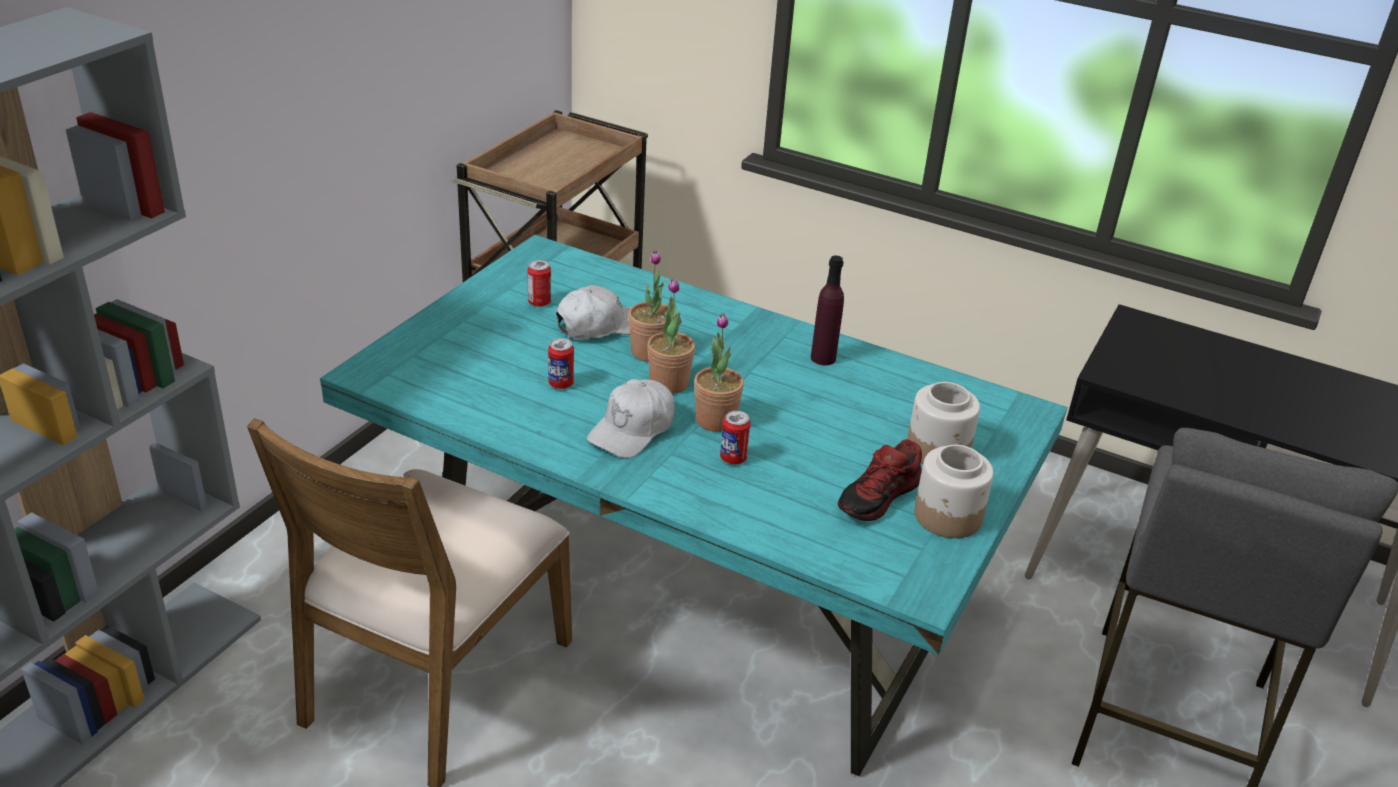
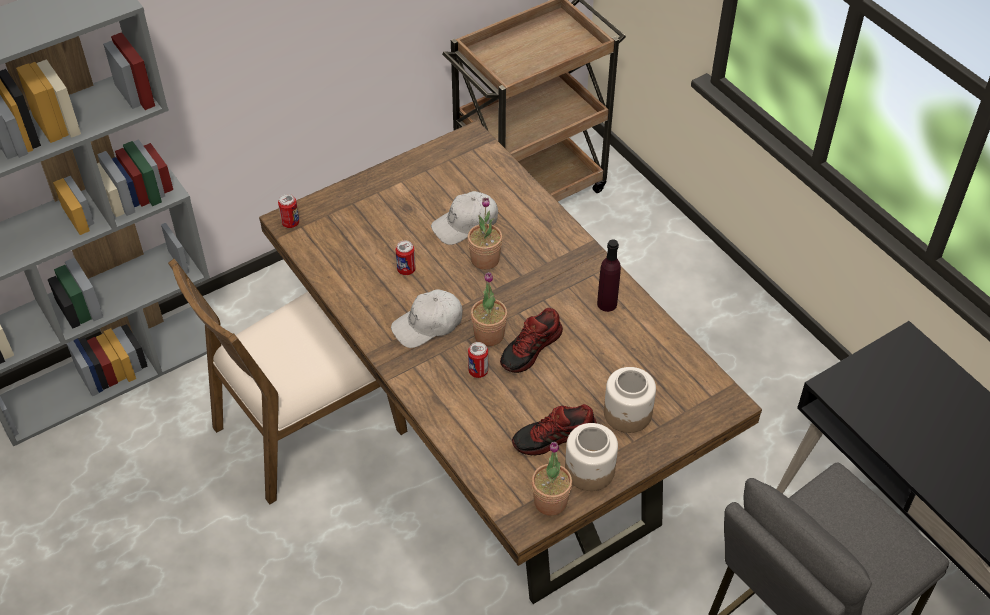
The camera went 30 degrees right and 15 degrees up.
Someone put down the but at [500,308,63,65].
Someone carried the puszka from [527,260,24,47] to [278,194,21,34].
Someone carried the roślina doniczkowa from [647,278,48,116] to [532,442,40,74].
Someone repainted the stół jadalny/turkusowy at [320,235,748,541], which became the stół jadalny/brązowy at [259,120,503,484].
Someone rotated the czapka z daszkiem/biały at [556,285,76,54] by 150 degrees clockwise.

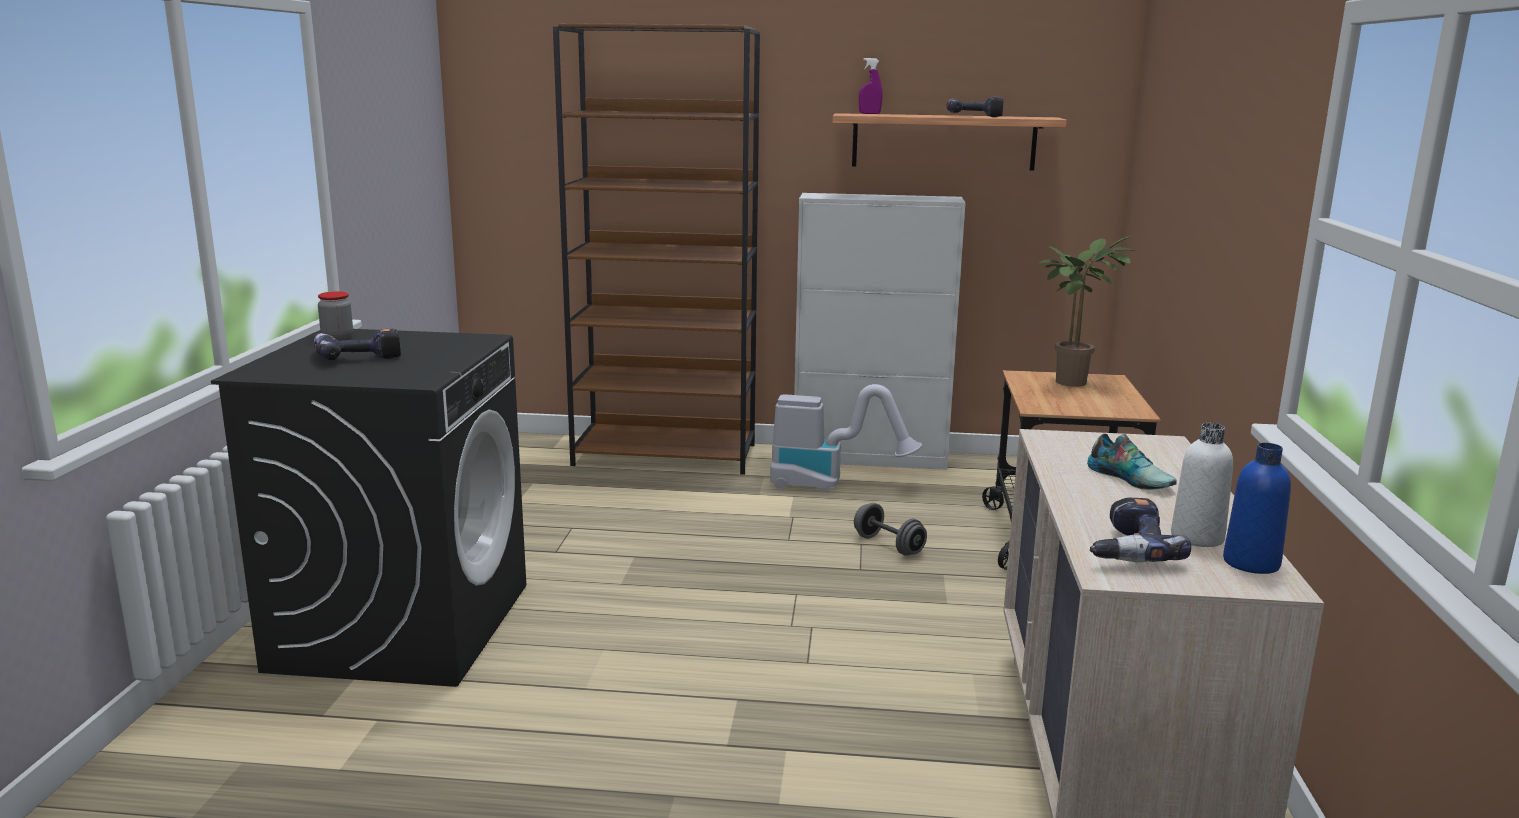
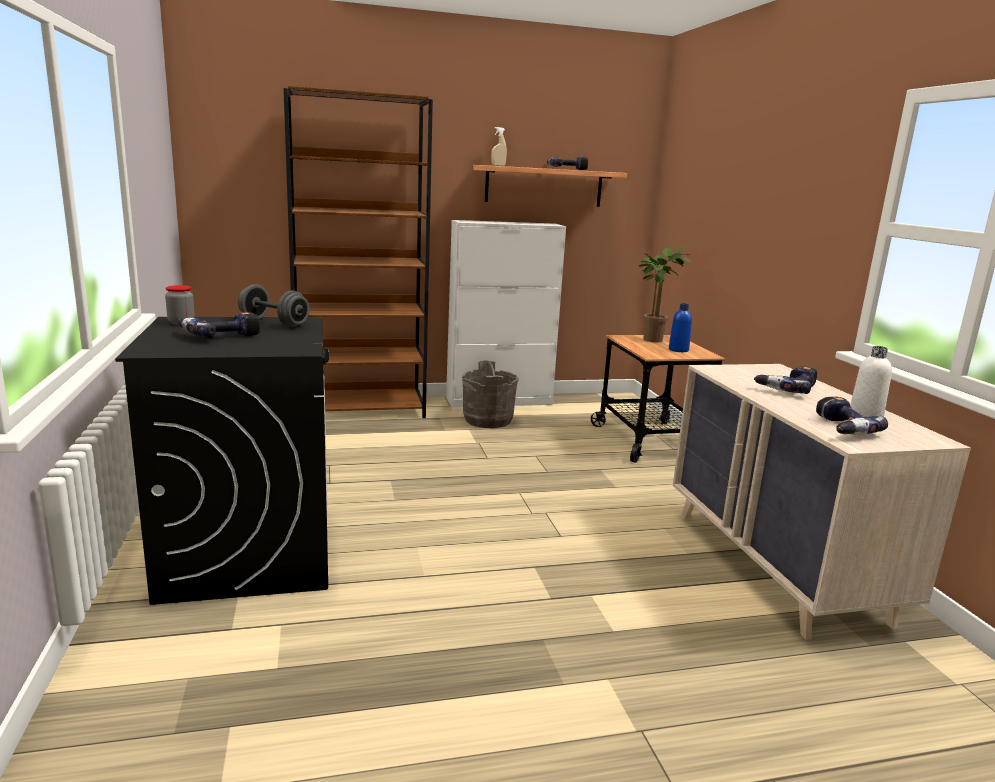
The camera went 20 degrees left and 0 degrees up.
Someone carried the hantel/szary from [854,503,73,53] to [238,284,71,43].
Someone carried the butelka/niebieski from [1223,443,68,131] to [669,303,23,49].
Someone swapped the odkurzacz at [770,384,152,108] for the wiadro/szary at [462,360,57,68].
Someone swapped the but at [1087,434,90,56] for the wiertarka at [754,366,63,28].
Someone repainted the spryskiwacz/fioletowy at [859,58,23,56], which became the spryskiwacz/beżowy at [491,127,16,39].

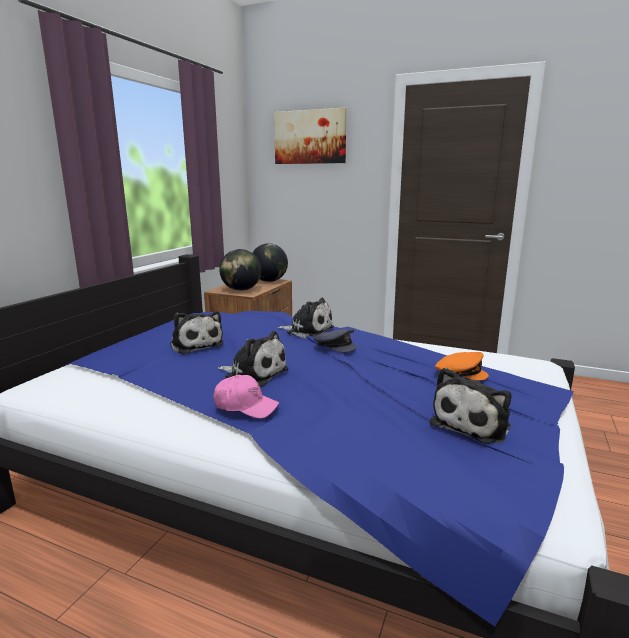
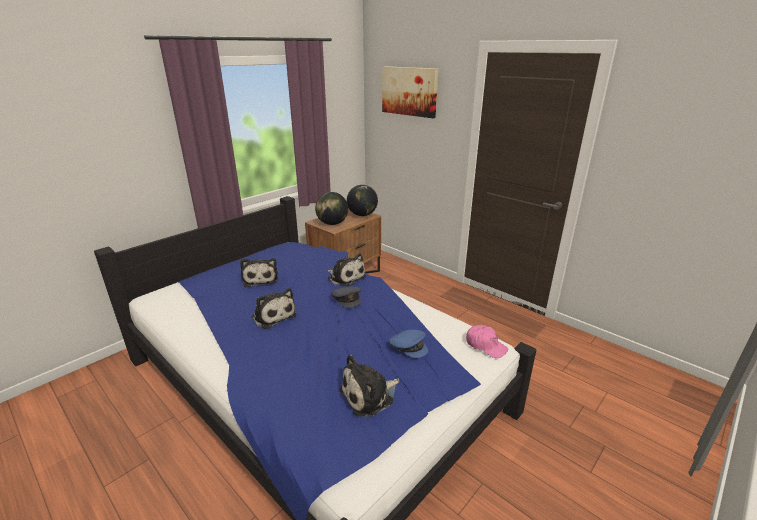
The camera went 20 degrees right and 10 degrees up.
Someone carried the czapka z daszkiem/różowy from [213,375,66,44] to [466,325,42,33].
Someone repainted the czapka z daszkiem/pomarańczowy at [435,352,54,29], which became the czapka z daszkiem/niebieski at [389,329,39,29].

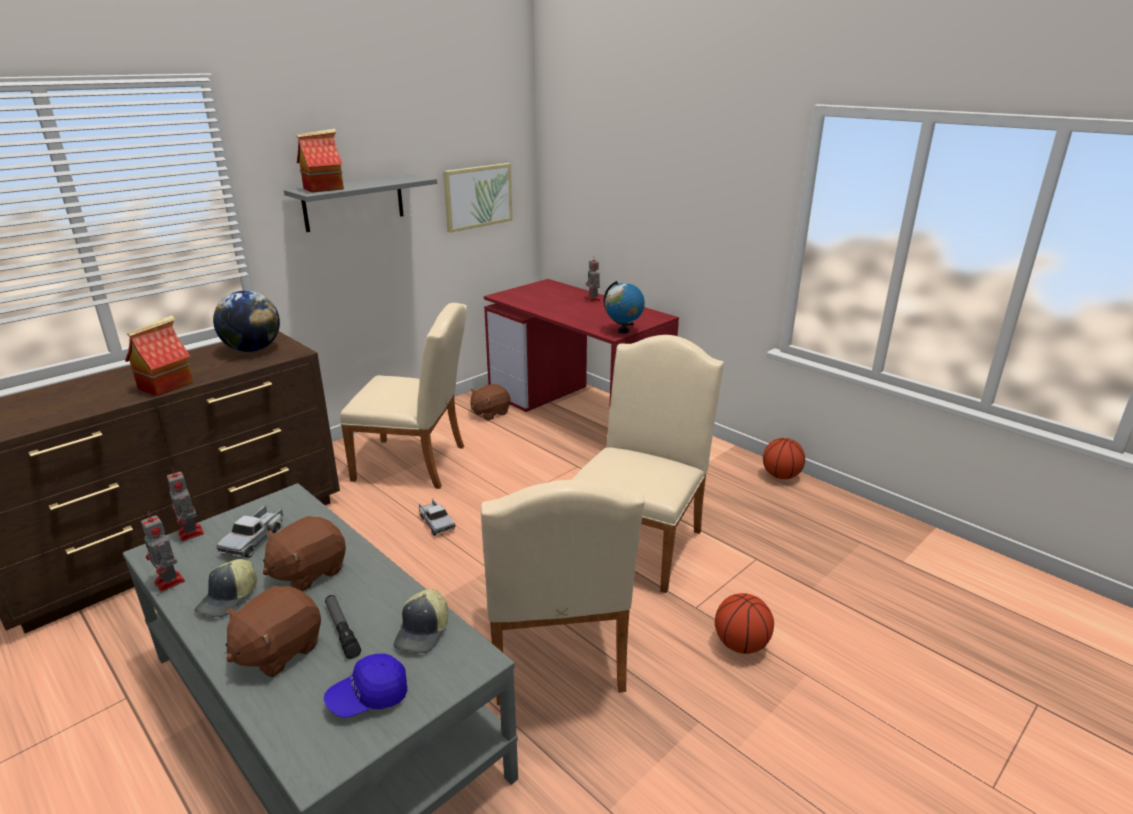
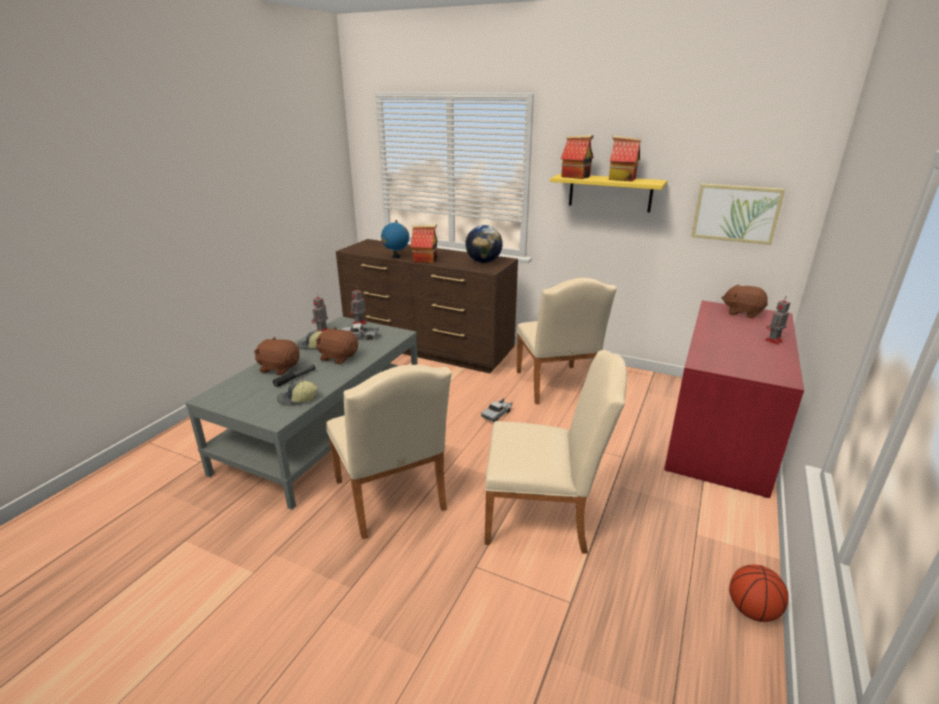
The camera went 70 degrees right and 0 degrees up.
Someone took away the czapka z daszkiem/niebieski at [324,654,84,64].
Someone took away the piłka do koszykówki at [715,593,59,61].
Someone put down the domek at [609,135,33,46].
Someone carried the pluszak/brązowy from [470,384,40,36] to [721,284,47,34].
Someone carried the globus from [604,281,41,53] to [381,220,28,38].
Someone repainted the półka/szary at [284,174,153,58], which became the półka/żółty at [550,174,117,38].
Someone rotated the krzesło/beżowy at [481,480,164,225] by 90 degrees counterclockwise.

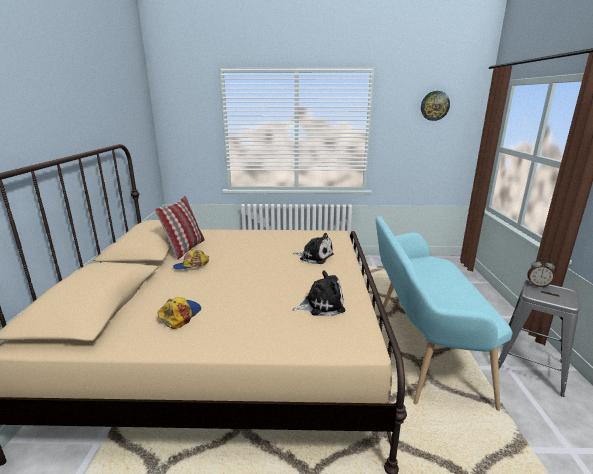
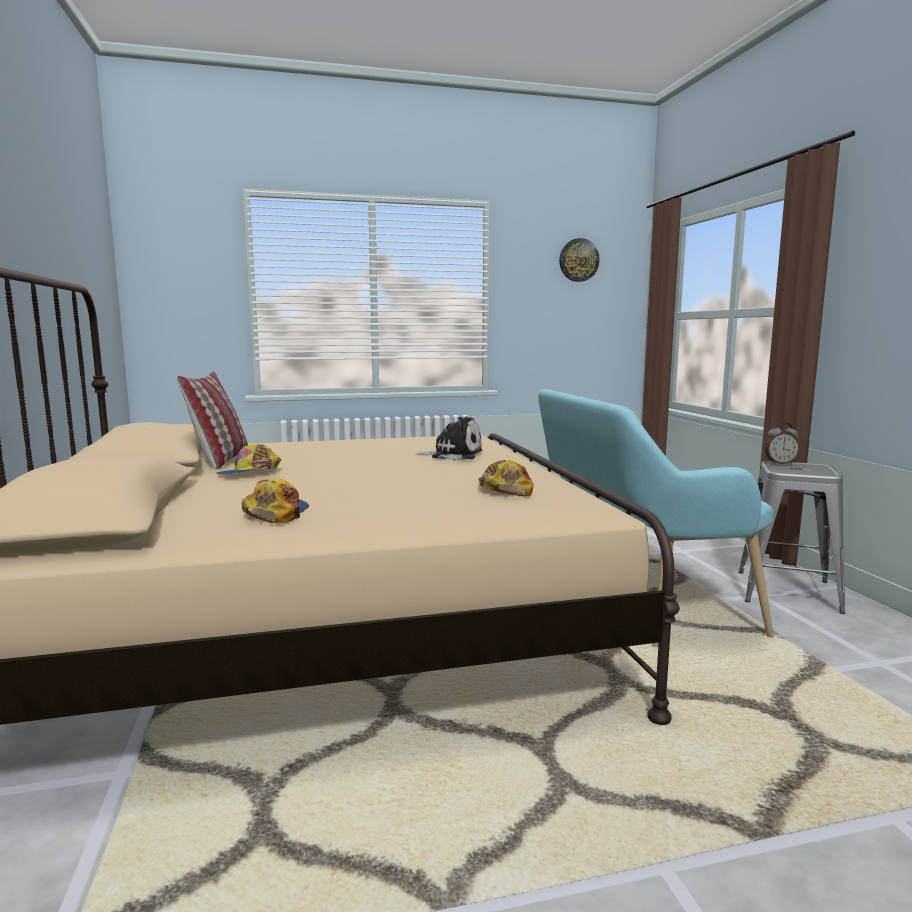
The camera went 15 degrees left and 10 degrees down.
Someone swapped the pluszak at [292,270,53,46] for the czapka z daszkiem at [478,459,56,37].

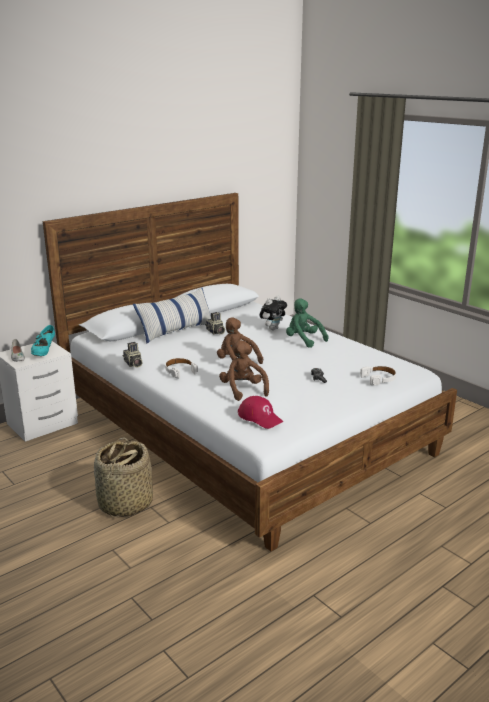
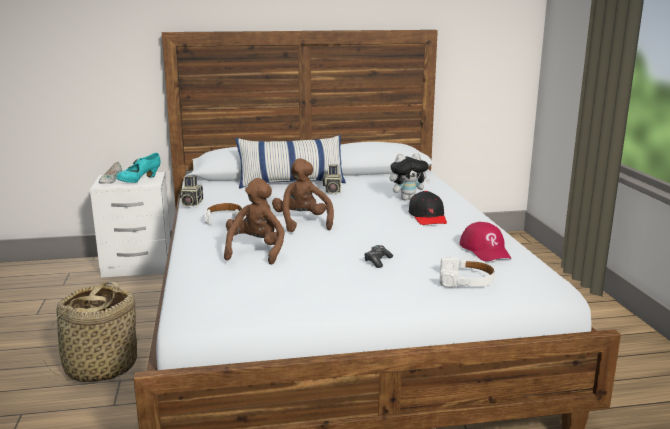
The camera went 30 degrees right and 5 degrees down.
Someone carried the czapka z daszkiem/czerwony from [238,396,45,33] to [459,222,52,39].
Someone swapped the pluszak/zielony at [286,298,42,50] for the czapka z daszkiem/czarny at [409,191,38,34].

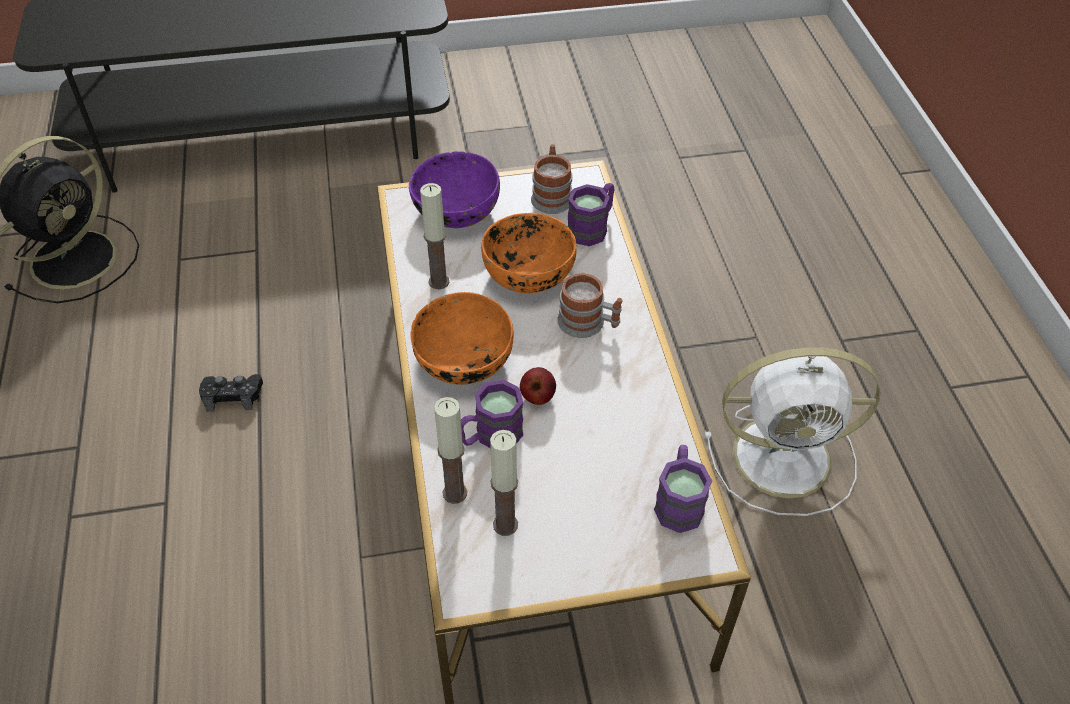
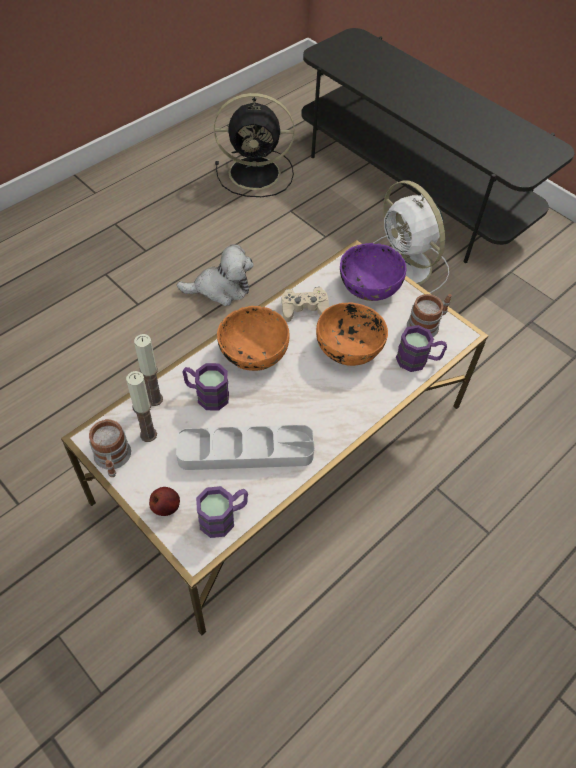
The camera went 55 degrees right and 5 degrees up.
Someone put down the taca/szary at [176,425,138,45].
Someone carried the jabłko from [520,367,36,38] to [149,487,31,29].
Someone carried the kubek from [557,273,66,65] to [89,419,42,58].
Someone carried the wentylator/biały from [704,347,177,169] to [373,180,76,113].
Someone swapped the pad do gier/czarny at [199,374,64,38] for the pluszak at [177,244,77,62].
Someone swapped the świeca at [420,183,29,106] for the pad do gier/beżowy at [281,287,48,35].

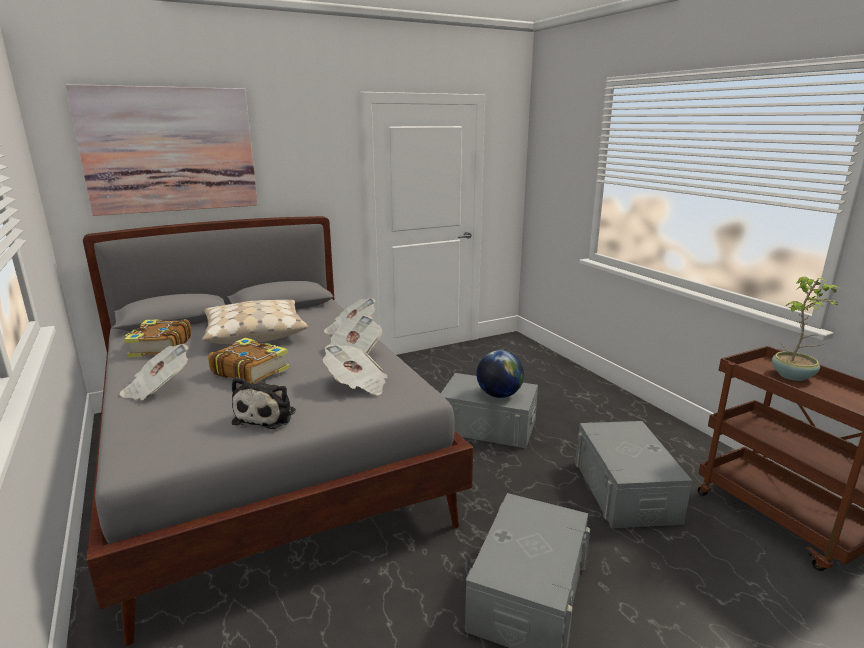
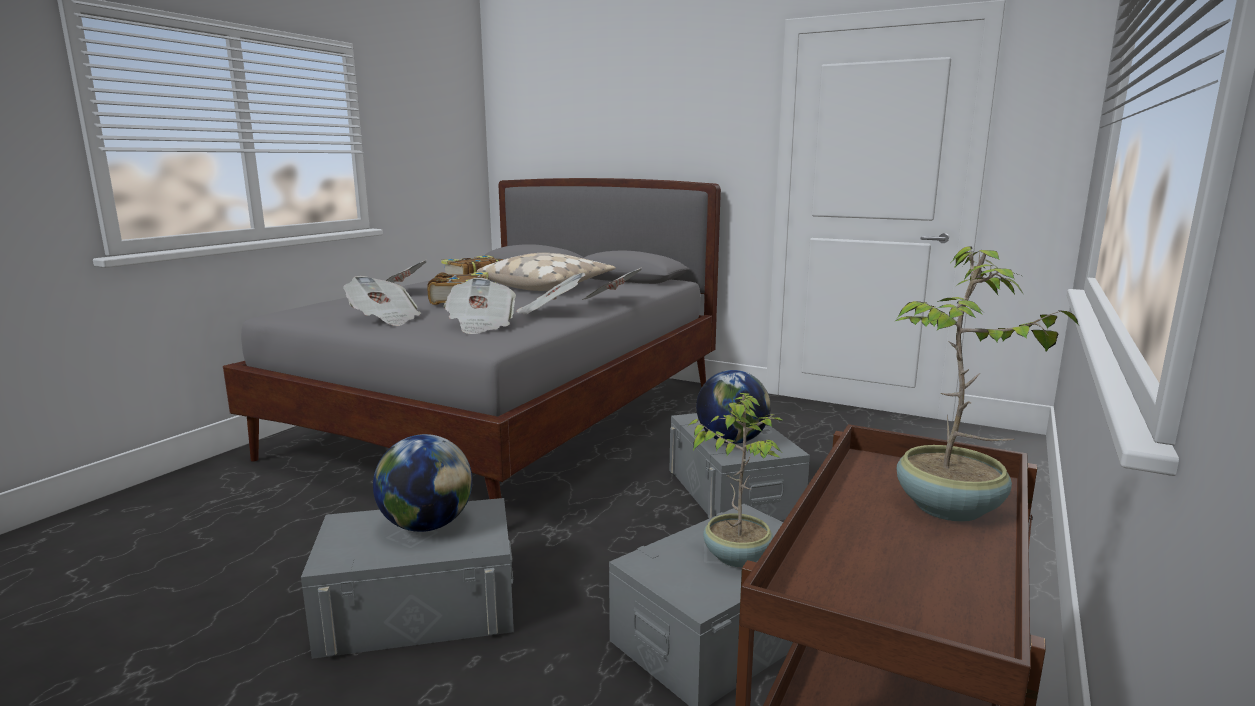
The camera went 55 degrees right and 5 degrees down.
Someone took away the obraz at [65,84,193,132].
Someone put down the globus at [373,434,100,98].
Someone put down the roślina doniczkowa at [688,393,96,174].
Someone swapped the pluszak at [232,377,64,52] for the gazeta at [343,276,78,50].

